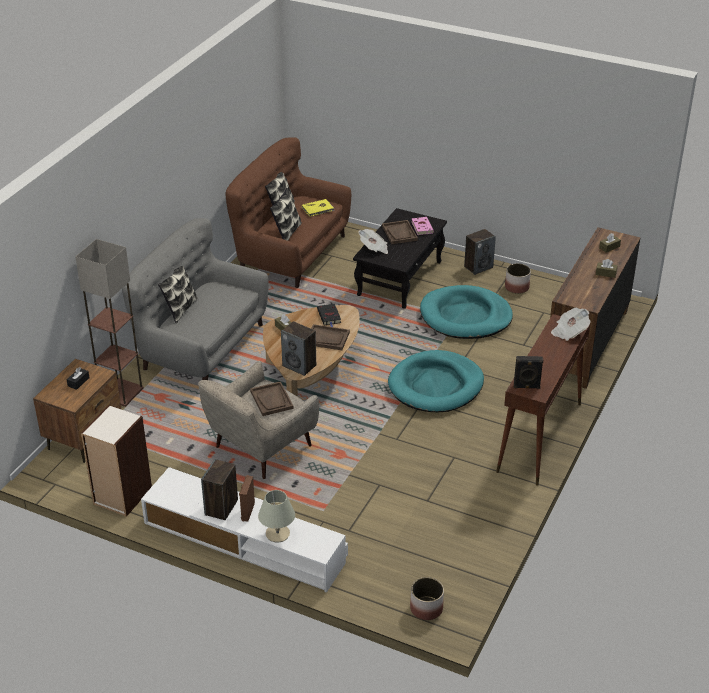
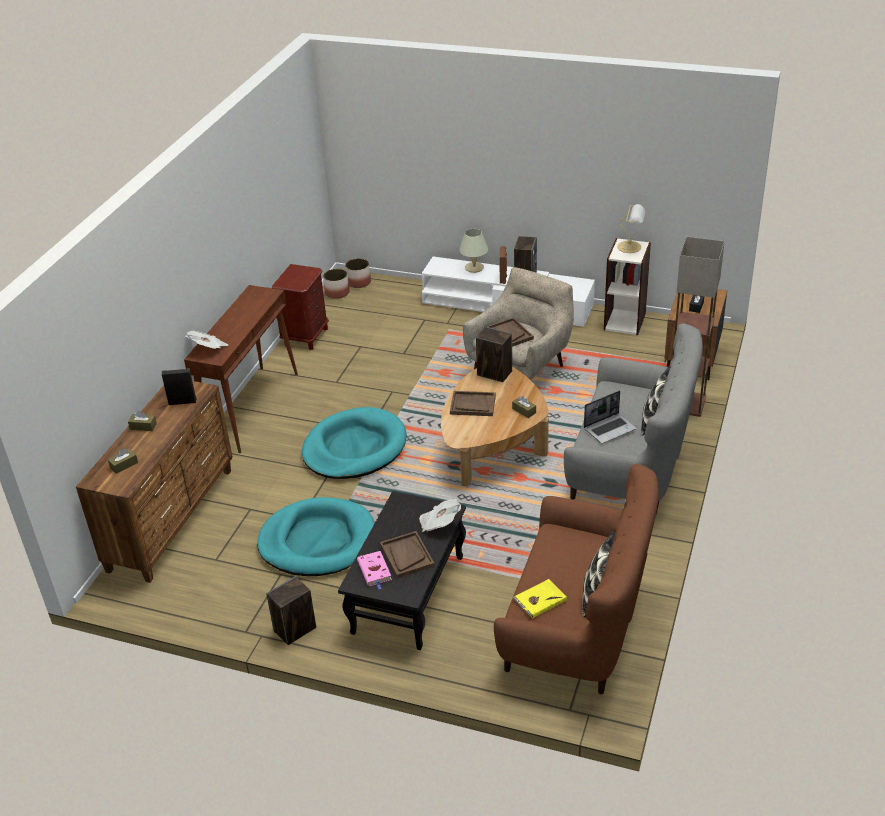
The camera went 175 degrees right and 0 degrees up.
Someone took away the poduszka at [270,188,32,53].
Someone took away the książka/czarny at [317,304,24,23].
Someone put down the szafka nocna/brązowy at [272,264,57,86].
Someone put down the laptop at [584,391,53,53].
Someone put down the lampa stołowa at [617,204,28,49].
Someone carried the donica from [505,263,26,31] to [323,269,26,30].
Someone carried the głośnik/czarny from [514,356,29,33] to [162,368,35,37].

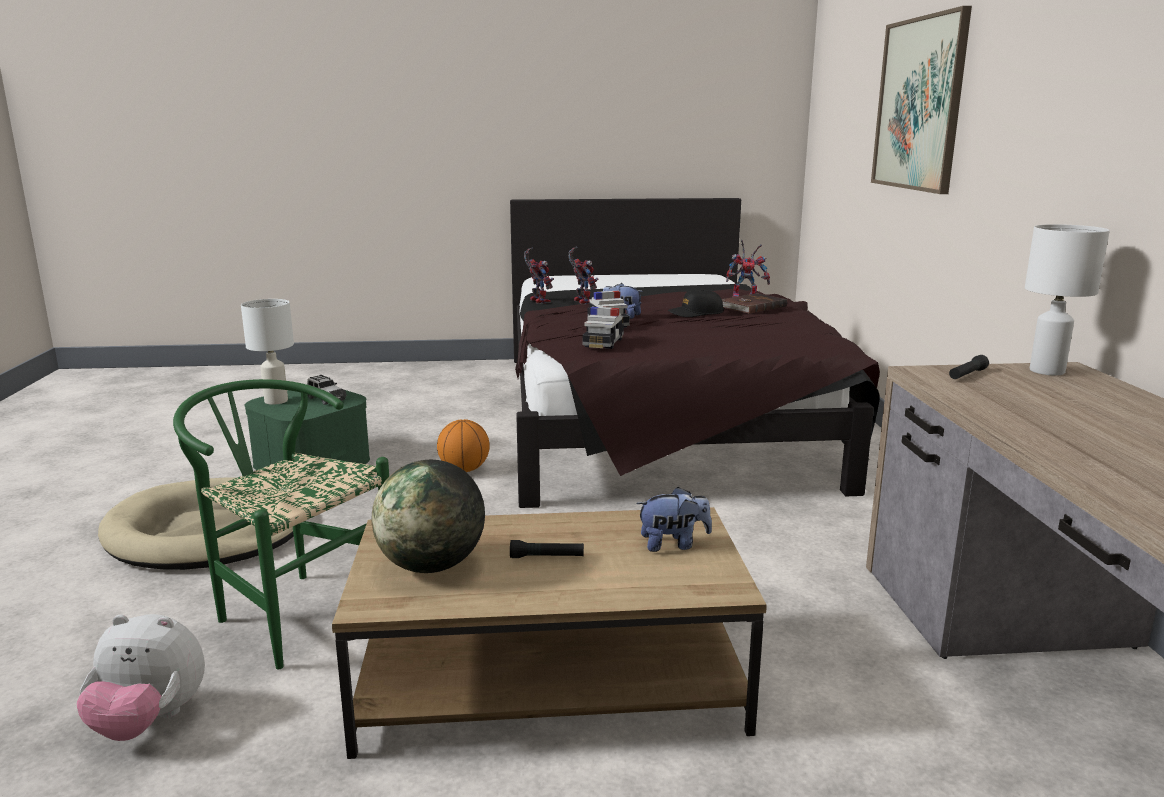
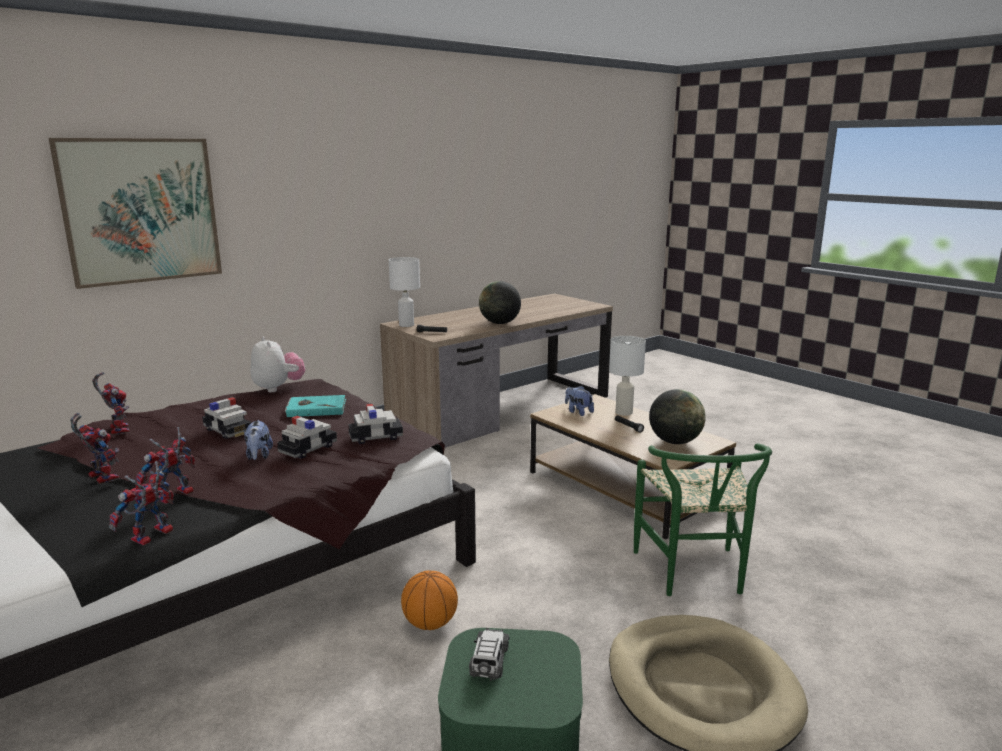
The camera went 125 degrees left and 0 degrees up.
Someone took away the książka/brązowy at [722,293,65,21].
Someone put down the robot zabawkowy at [70,413,50,71].
Someone put down the książka/turkusowy at [285,395,61,22].
Someone put down the globus at [479,281,42,43].
Someone carried the pluszak from [76,614,129,127] to [251,337,54,55].
Someone carried the lampa stołowa/biały from [241,299,53,106] to [609,336,37,80].
Someone swapped the czapka z daszkiem/czarny at [668,289,56,28] for the samochodzik at [202,397,49,42].

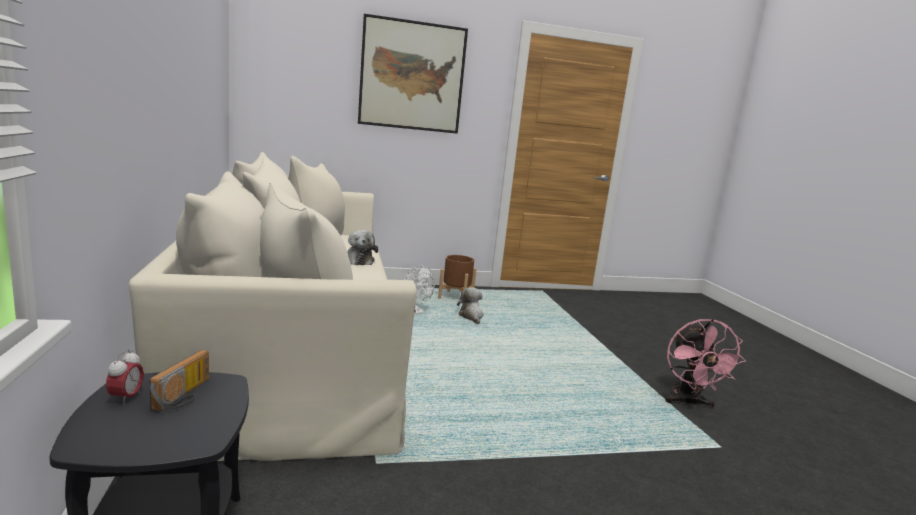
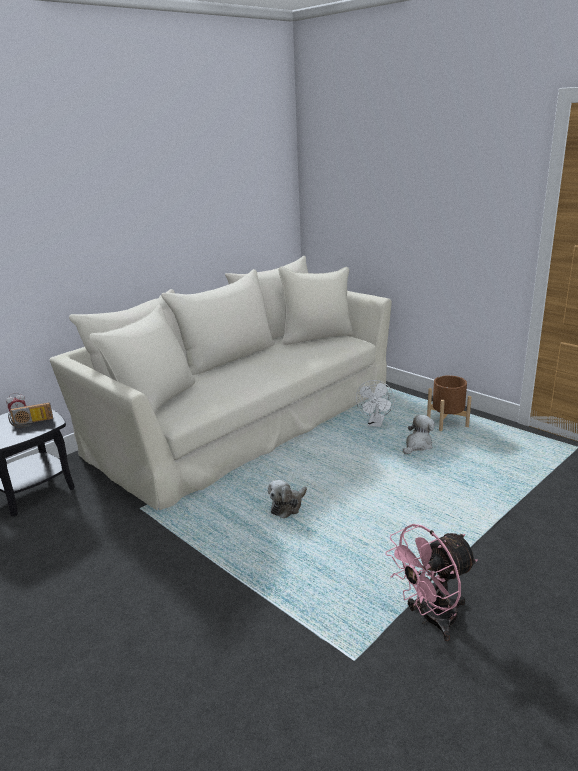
The camera went 60 degrees right and 10 degrees up.
Someone took away the obraz at [358,14,110,120].
Someone carried the pluszak from [347,230,31,35] to [268,480,39,38].

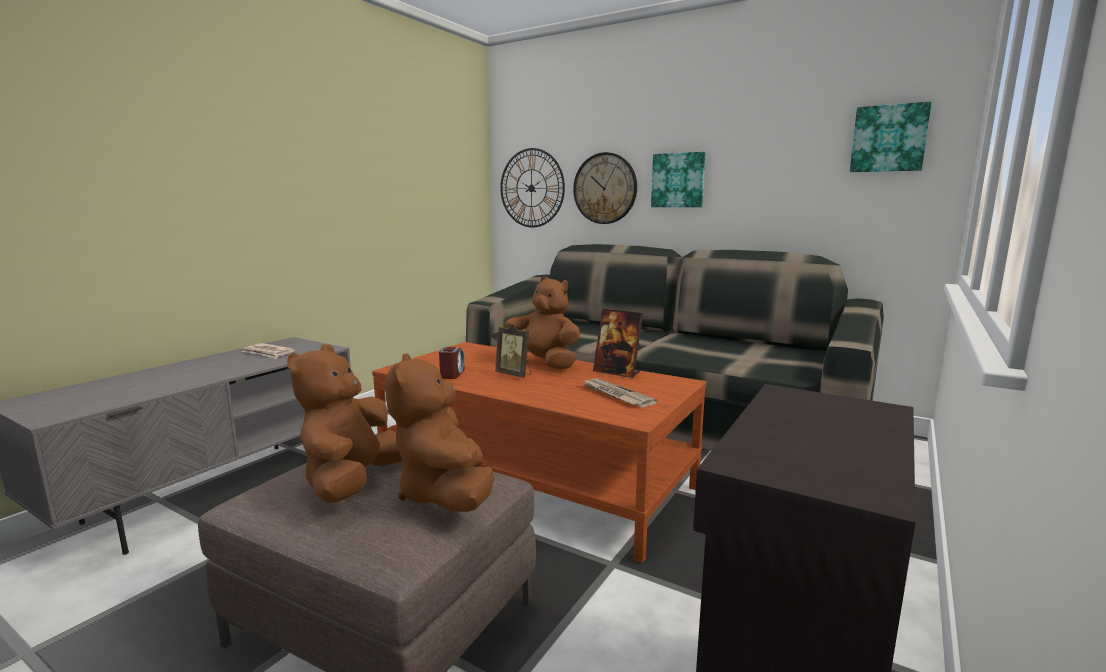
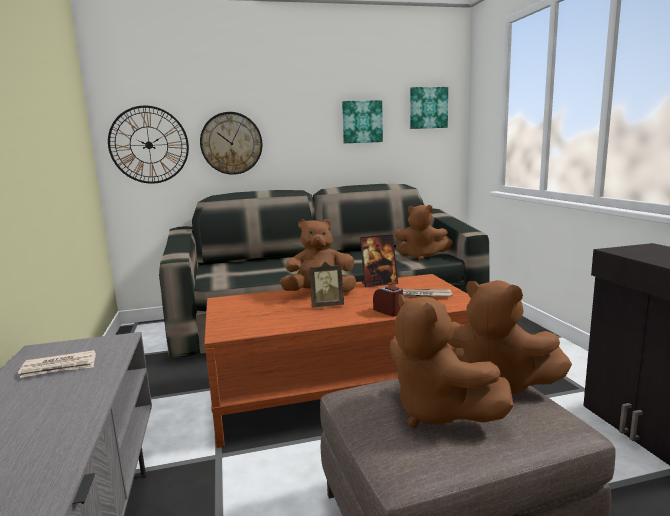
The camera went 45 degrees left and 0 degrees up.
Someone put down the pluszak/brązowy at [395,205,58,56].
Someone carried the budzik from [439,347,26,32] to [373,286,30,31].
Someone carried the obraz from [651,152,55,55] to [342,100,41,43].

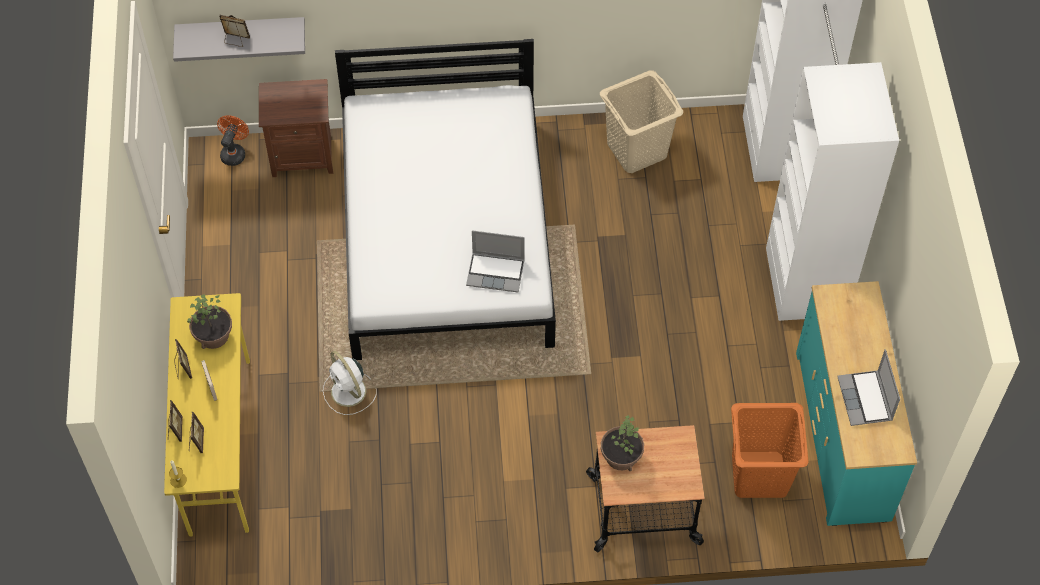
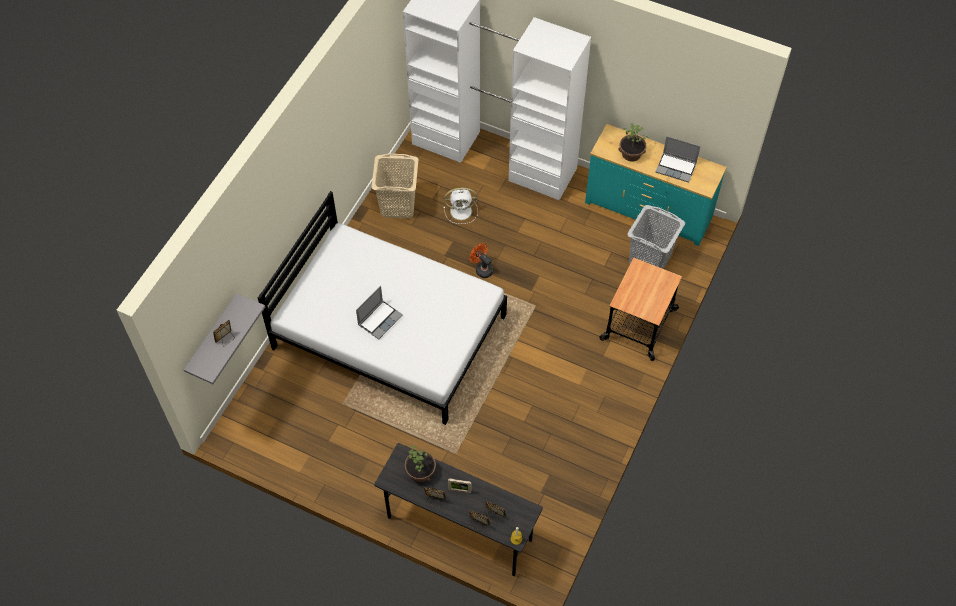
The camera went 60 degrees left and 0 degrees up.
Someone took away the szafka nocna/brązowy at [259,79,74,98].
Someone carried the wentylator/pomarańczowy from [217,116,32,50] to [469,243,25,35].
Someone carried the wentylator/biały from [323,351,54,64] to [443,187,35,37].
Someone carried the laptop from [466,230,59,63] to [356,286,47,54].
Someone carried the roślina doniczkowa from [601,415,43,56] to [619,123,29,39].
Someone repainted the biurko/żółty at [164,293,86,244], which became the biurko/szary at [374,443,169,133].
Someone repainted the kosz na pranie/pomarańczowy at [731,403,78,95], which became the kosz na pranie/szary at [627,205,58,64].

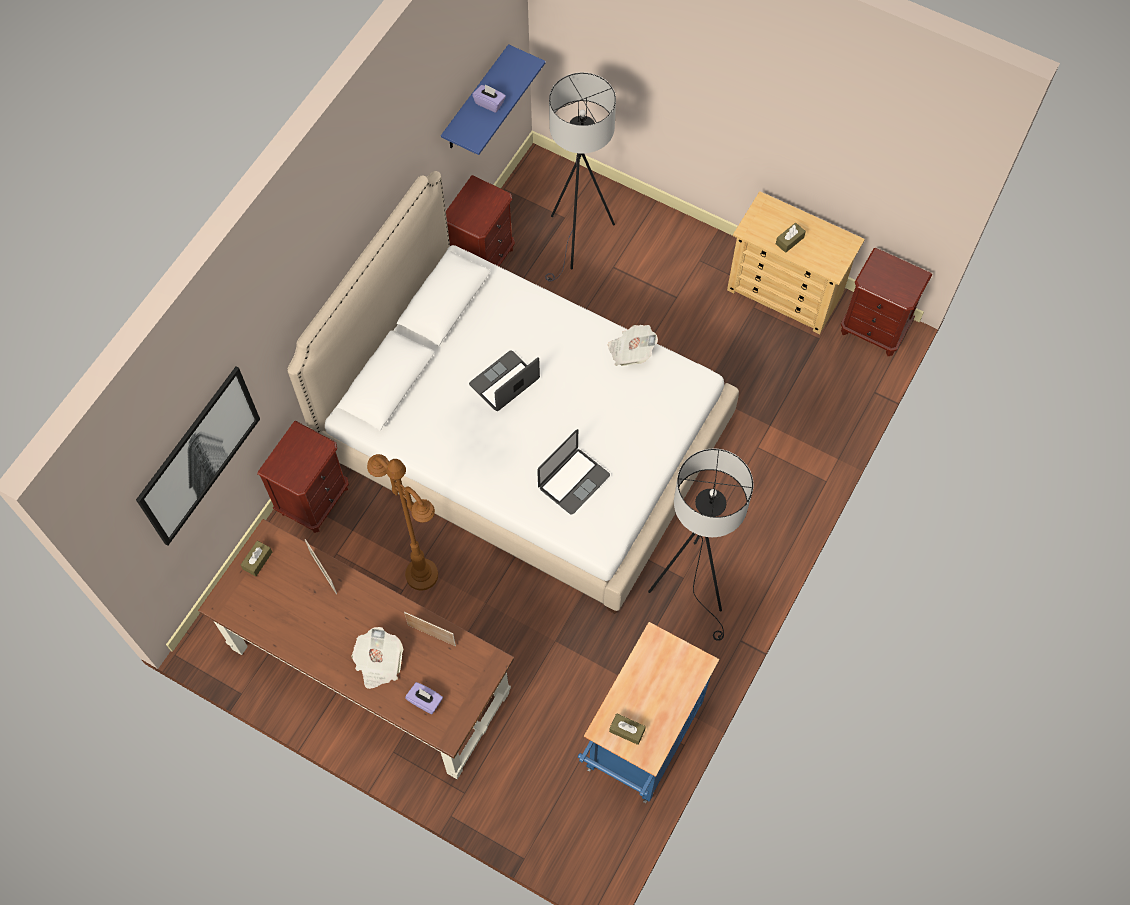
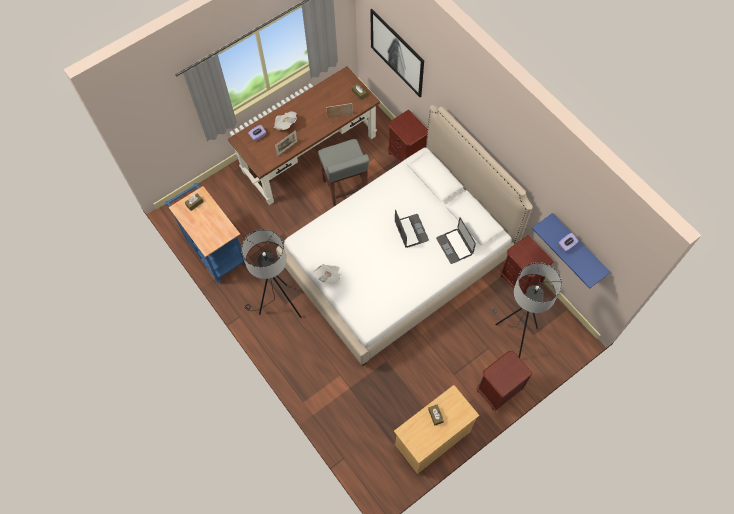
The camera went 115 degrees right and 0 degrees up.
Someone carried the laptop from [537,429,73,86] to [436,217,40,47].
Someone carried the gazeta from [608,325,50,41] to [313,264,28,19].
Someone carried the szafka nocna/brązowy from [841,248,91,108] to [477,351,56,60].
Someone swapped the lampa stojąca/brązowy at [367,454,71,136] for the stołek/szary at [318,139,51,67].

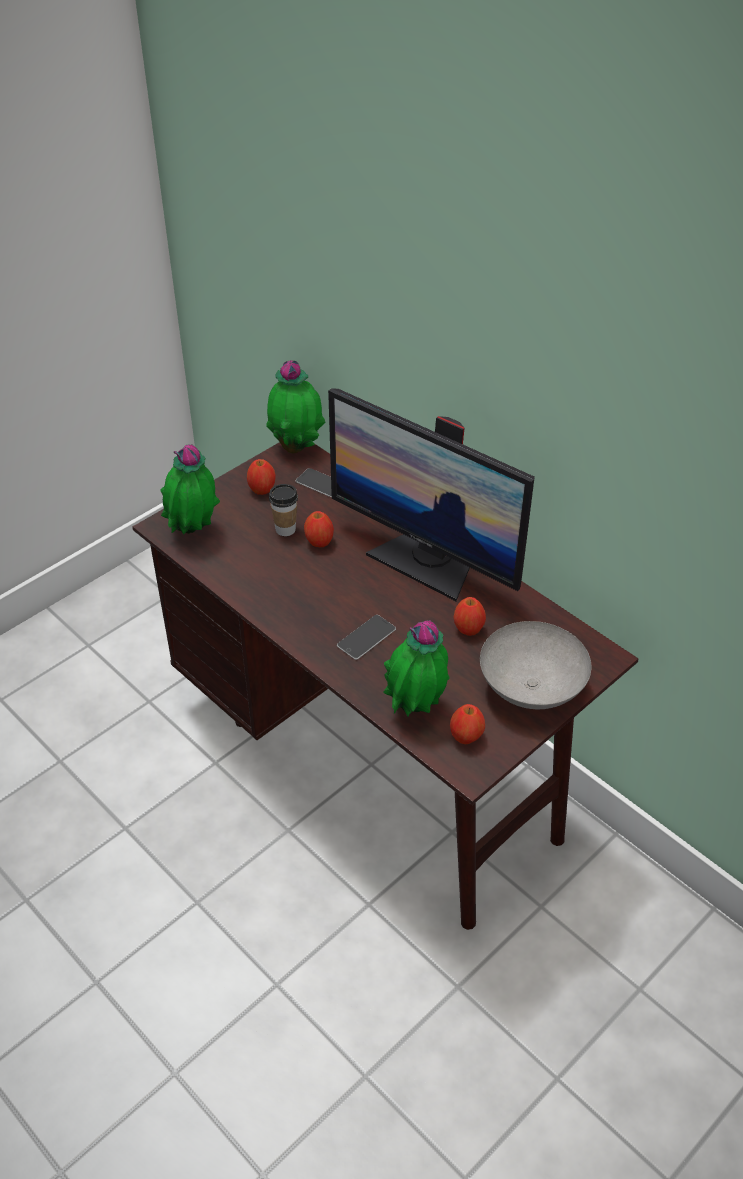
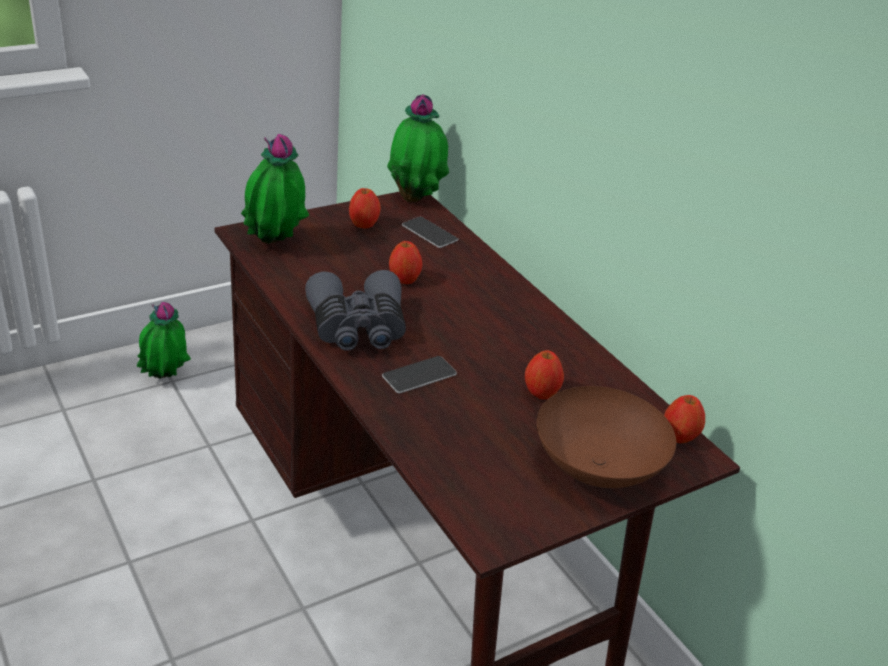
The camera went 10 degrees right and 10 degrees down.
Someone took away the filiżanka at [269,484,29,52].
Someone took away the monitor at [328,388,207,213].
Someone put down the lornetka/szary at [305,270,101,81].
Someone carried the roślina doniczkowa from [383,620,67,97] to [137,302,54,77].
Someone carried the jabłko from [450,704,35,40] to [664,395,41,48].
Someone repainted the miska/szary at [480,621,111,88], which became the miska/brązowy at [537,386,139,102].

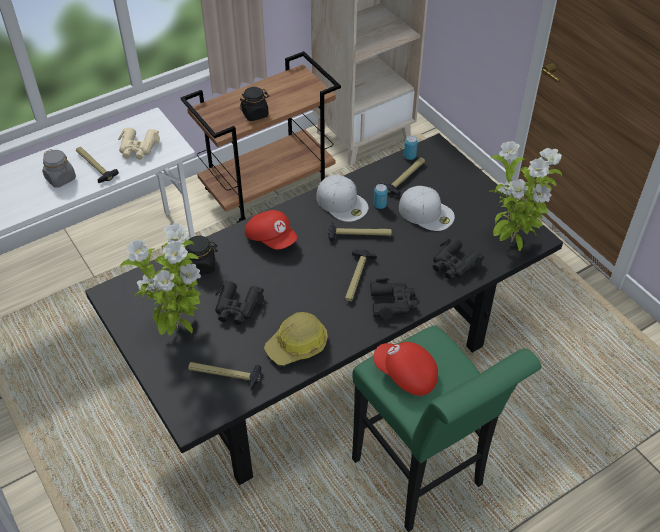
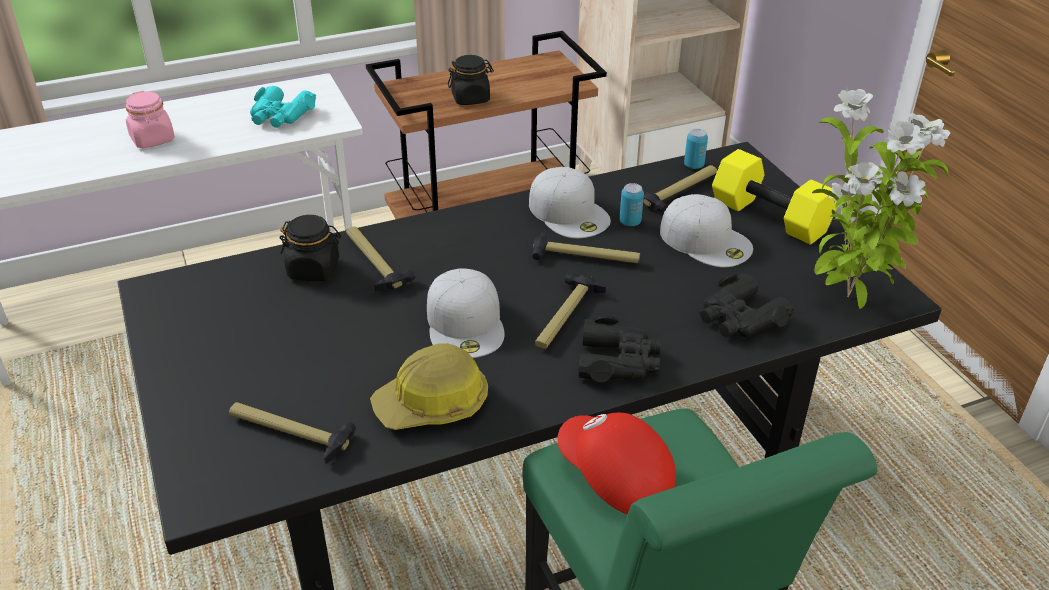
The camera went 10 degrees right and 10 degrees down.
Someone took away the roślina doniczkowa at [120,222,81,114].
Someone took away the lornetka/czarny at [215,281,49,44].
Someone took away the czapka z daszkiem/czerwony at [245,210,52,40].
Someone put down the czapka z daszkiem/biały at [427,268,77,90].
Someone put down the hantel/żółty at [712,149,125,96].
Someone carried the młotek from [76,147,43,36] to [346,226,69,65].
Someone repainted the słoik/szary at [42,149,34,39], which became the słoik/różowy at [126,91,49,57].
Someone repainted the lornetka/beżowy at [118,128,42,32], which became the lornetka/turkusowy at [250,86,66,42].

